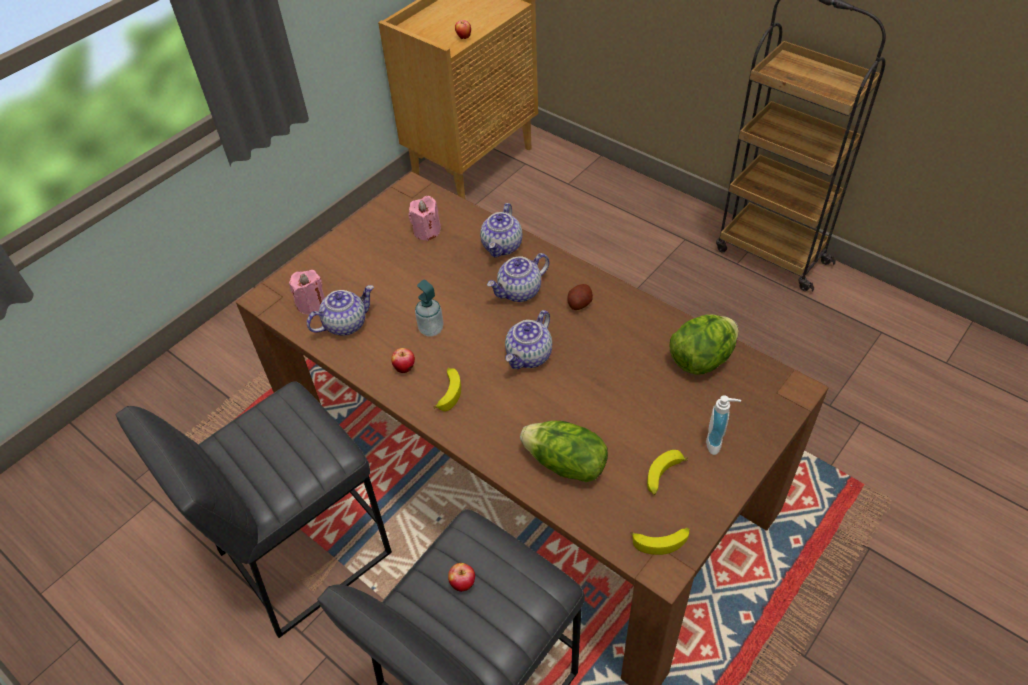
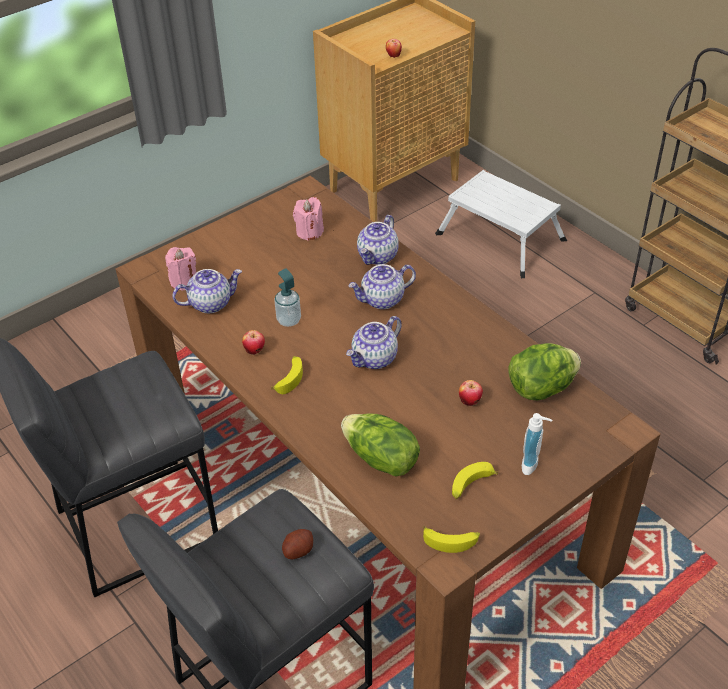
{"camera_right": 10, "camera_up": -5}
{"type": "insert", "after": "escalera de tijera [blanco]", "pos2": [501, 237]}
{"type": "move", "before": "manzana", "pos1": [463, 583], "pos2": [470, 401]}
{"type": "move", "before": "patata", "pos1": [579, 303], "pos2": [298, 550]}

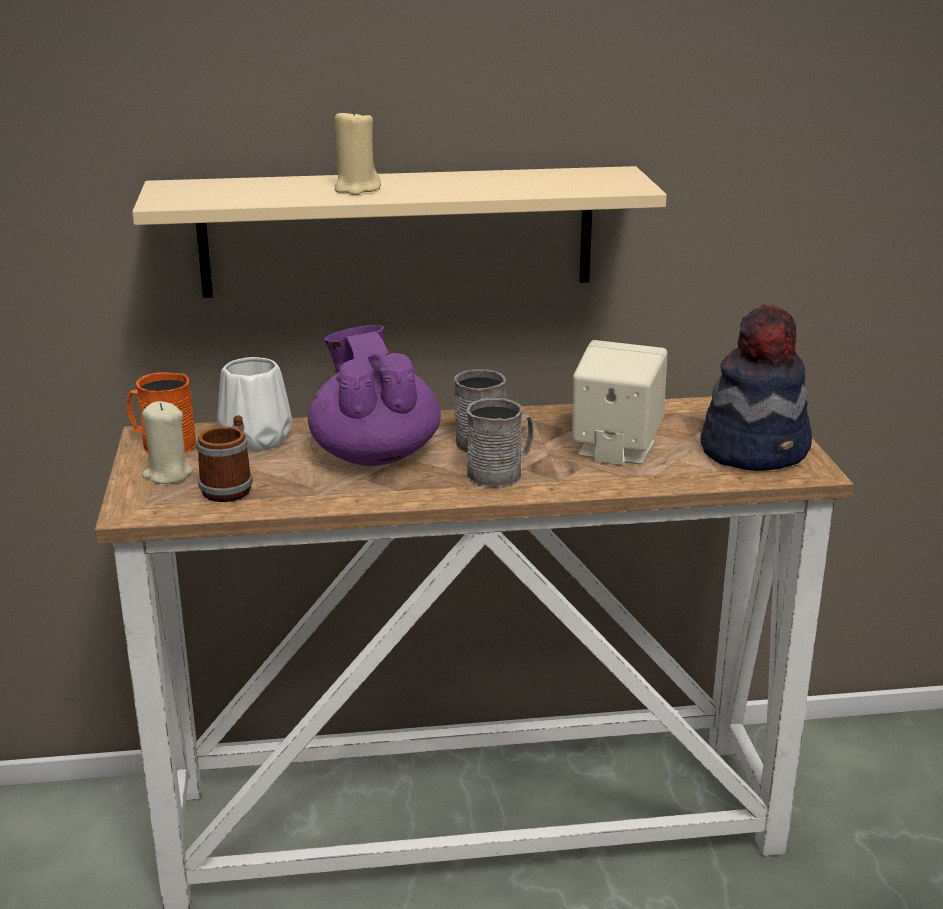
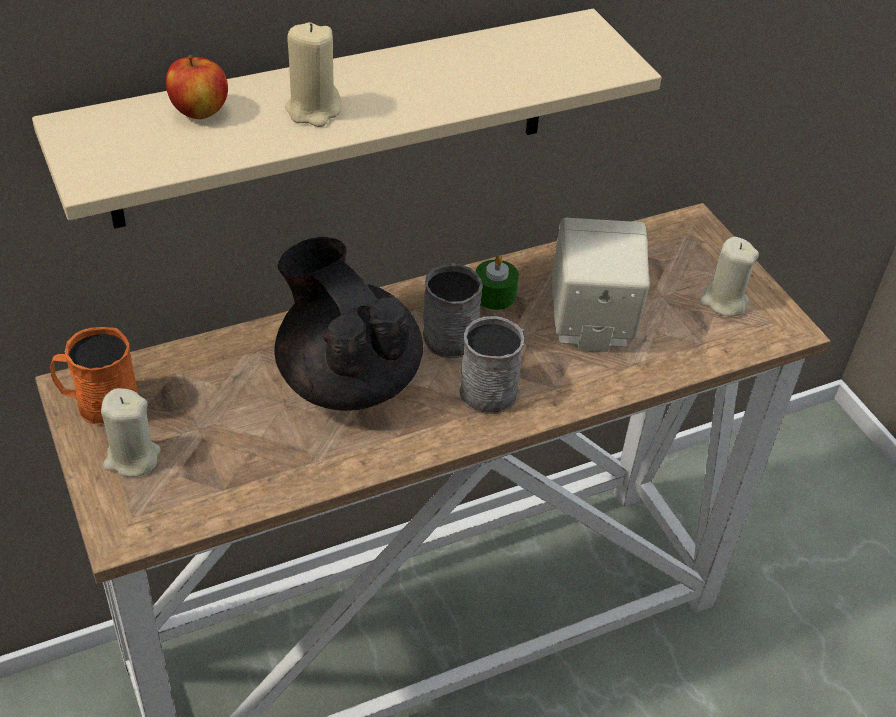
{"camera_right": -20, "camera_up": 20}
{"type": "delete", "before": "taza grande", "pos1": [230, 487]}
{"type": "delete", "before": "florero [blanco]", "pos1": [254, 440]}
{"type": "insert", "after": "manzana", "pos2": [200, 111]}
{"type": "insert", "after": "vela [verde]", "pos2": [494, 295]}
{"type": "replace", "before": "sombrero", "after": "vela [beis]", "pos1": [755, 449], "pos2": [723, 302]}
{"type": "recolor", "before": "tetera [morado]", "after": "tetera [negro]", "pos1": [374, 454], "pos2": [347, 378]}

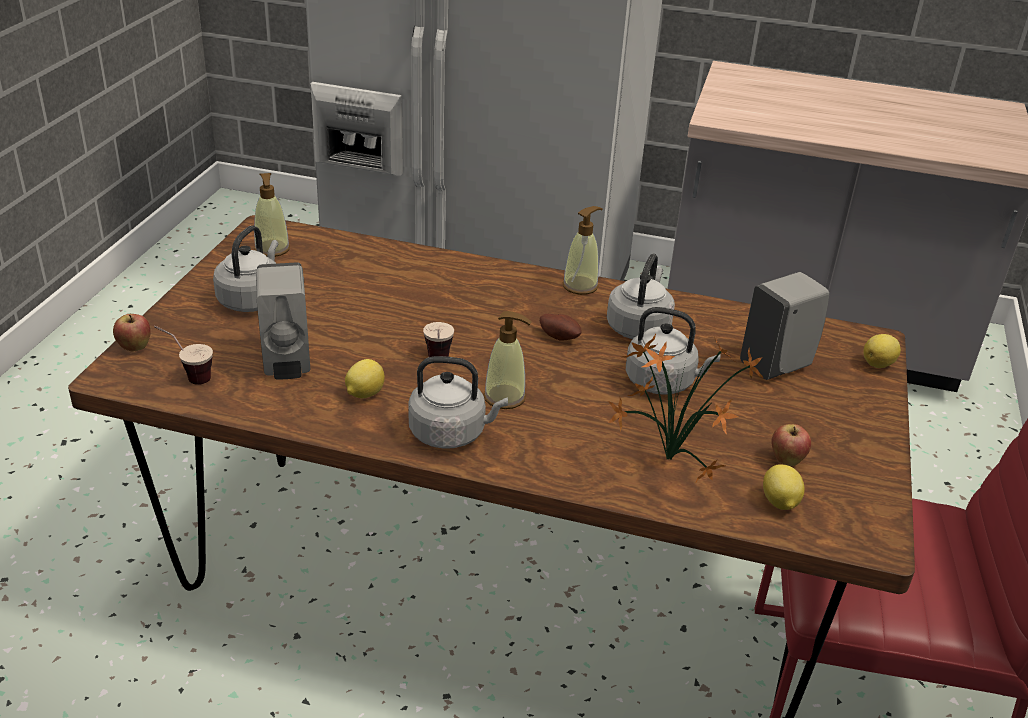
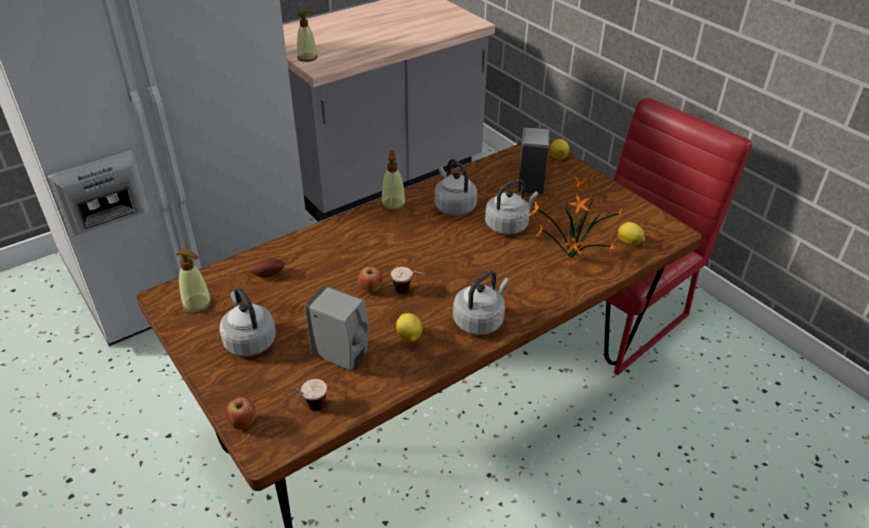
{"camera_right": -50, "camera_up": 5}
{"type": "move", "before": "dispensador de jabón", "pos1": [505, 397], "pos2": [307, 58]}
{"type": "move", "before": "patata", "pos1": [560, 336], "pos2": [268, 274]}
{"type": "move", "before": "manzana", "pos1": [786, 461], "pos2": [371, 289]}

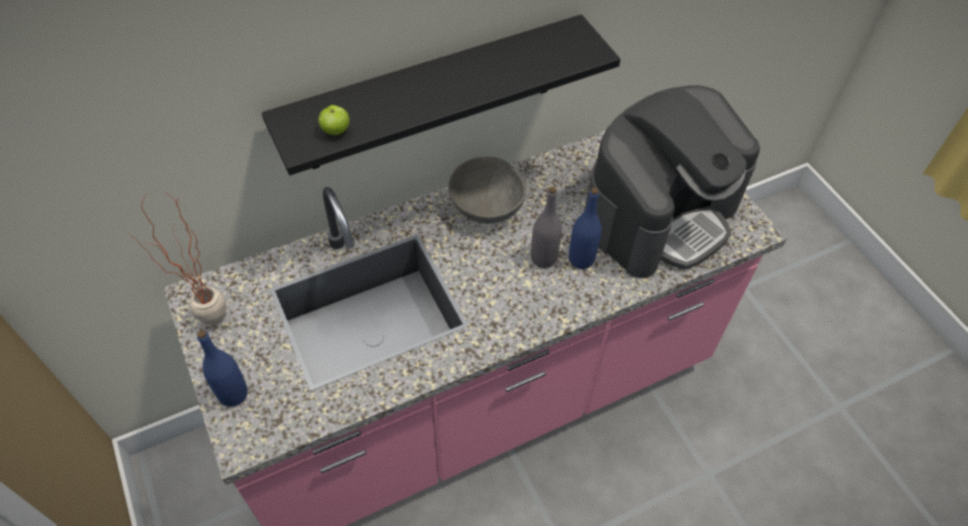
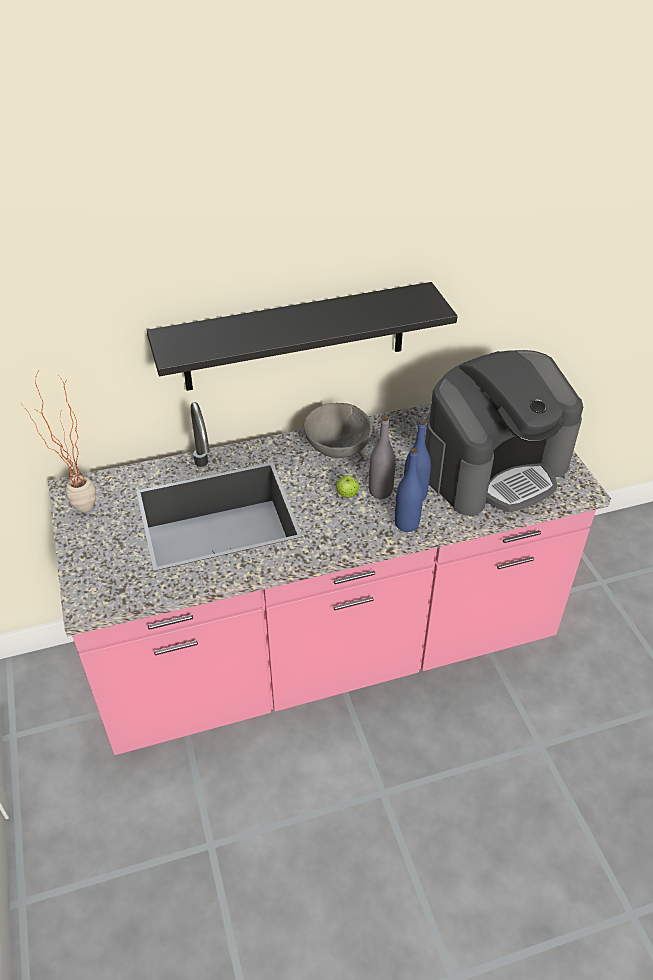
{"camera_right": 10, "camera_up": -10}
{"type": "move", "before": "botella [azul]", "pos1": [233, 394], "pos2": [406, 524]}
{"type": "move", "before": "manzana", "pos1": [336, 131], "pos2": [347, 495]}

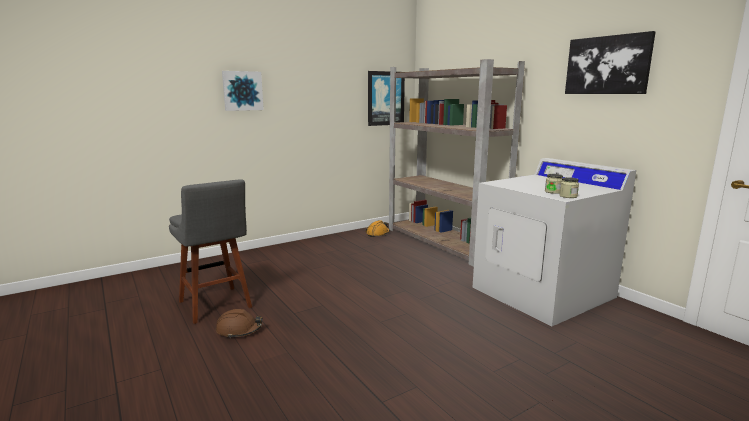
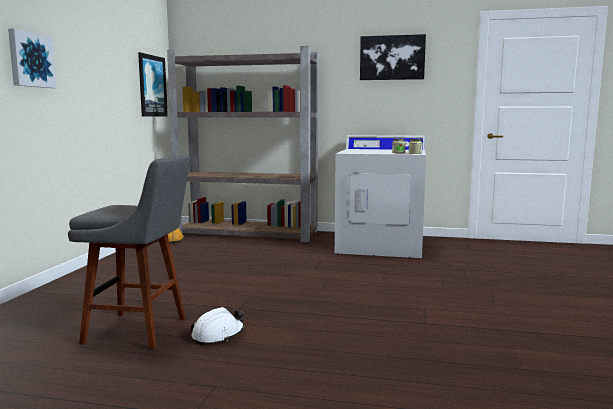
{"camera_right": -45, "camera_up": -5}
{"type": "recolor", "before": "casco [marrón]", "after": "casco [blanco]", "pos1": [239, 330], "pos2": [218, 335]}

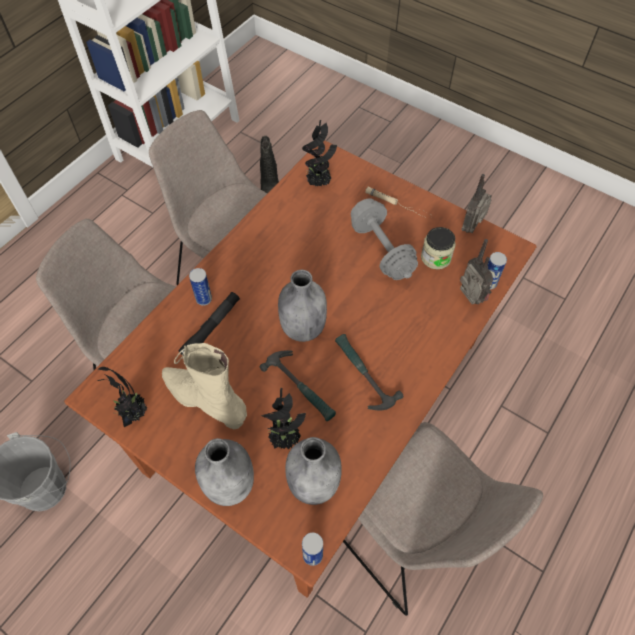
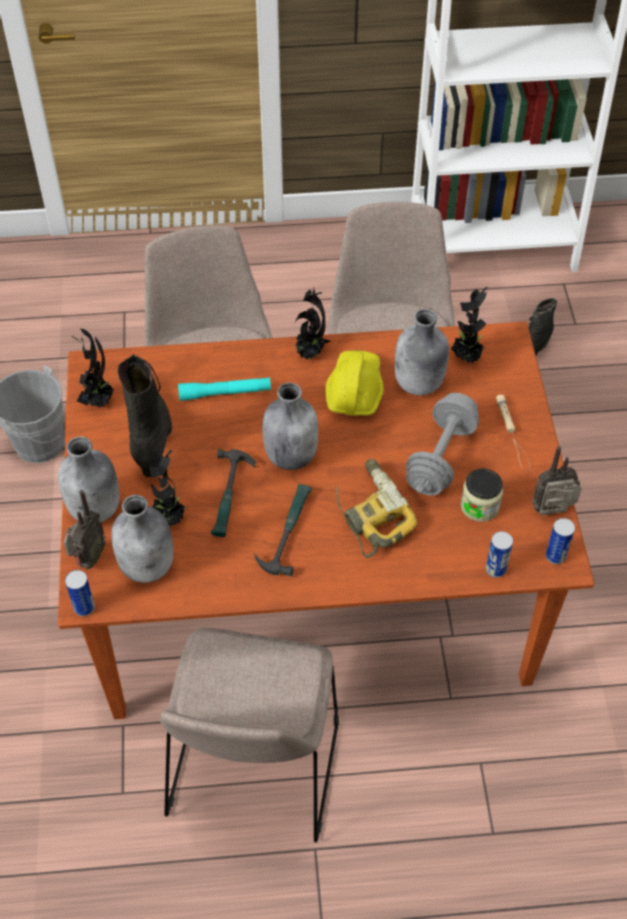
{"camera_right": 50, "camera_up": -5}
{"type": "insert", "after": "planta en maceta", "pos2": [310, 353]}
{"type": "insert", "after": "casco [amarillo]", "pos2": [354, 389]}
{"type": "insert", "after": "taladro", "pos2": [370, 513]}
{"type": "insert", "after": "botella [gris]", "pos2": [419, 384]}
{"type": "move", "before": "lata", "pos1": [204, 299], "pos2": [555, 556]}
{"type": "move", "before": "radio", "pos1": [468, 299], "pos2": [88, 559]}
{"type": "recolor", "before": "bota [beis]", "after": "bota [negro]", "pos1": [205, 401], "pos2": [153, 439]}
{"type": "recolor", "before": "linterna [negro]", "after": "linterna [turquesa]", "pos1": [211, 328], "pos2": [225, 393]}

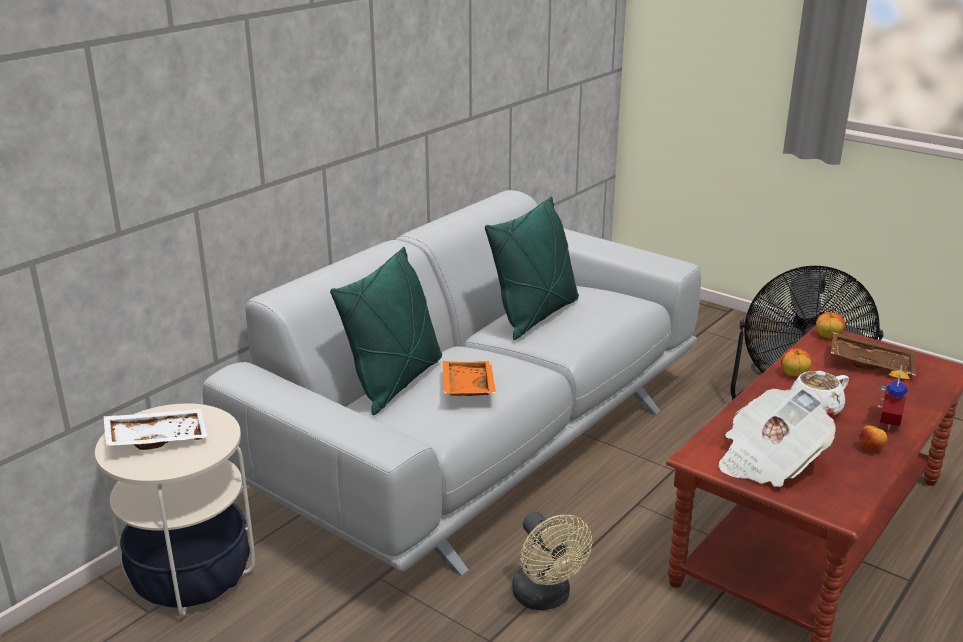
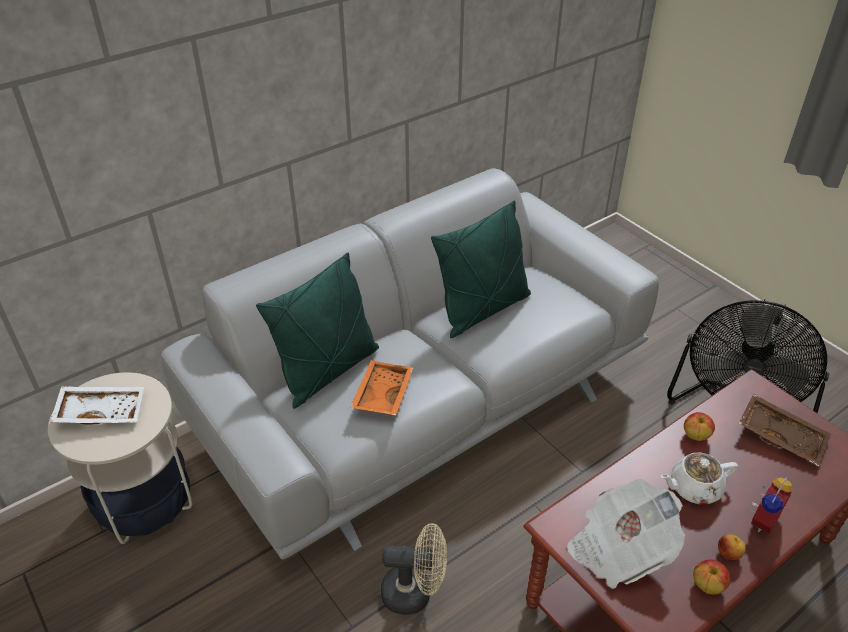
{"camera_right": 15, "camera_up": 15}
{"type": "move", "before": "manzana", "pos1": [828, 336], "pos2": [707, 585]}
{"type": "rotate", "before": "ventilador [beis]", "pos1": [546, 598], "pos2": [415, 592], "turn": -75}

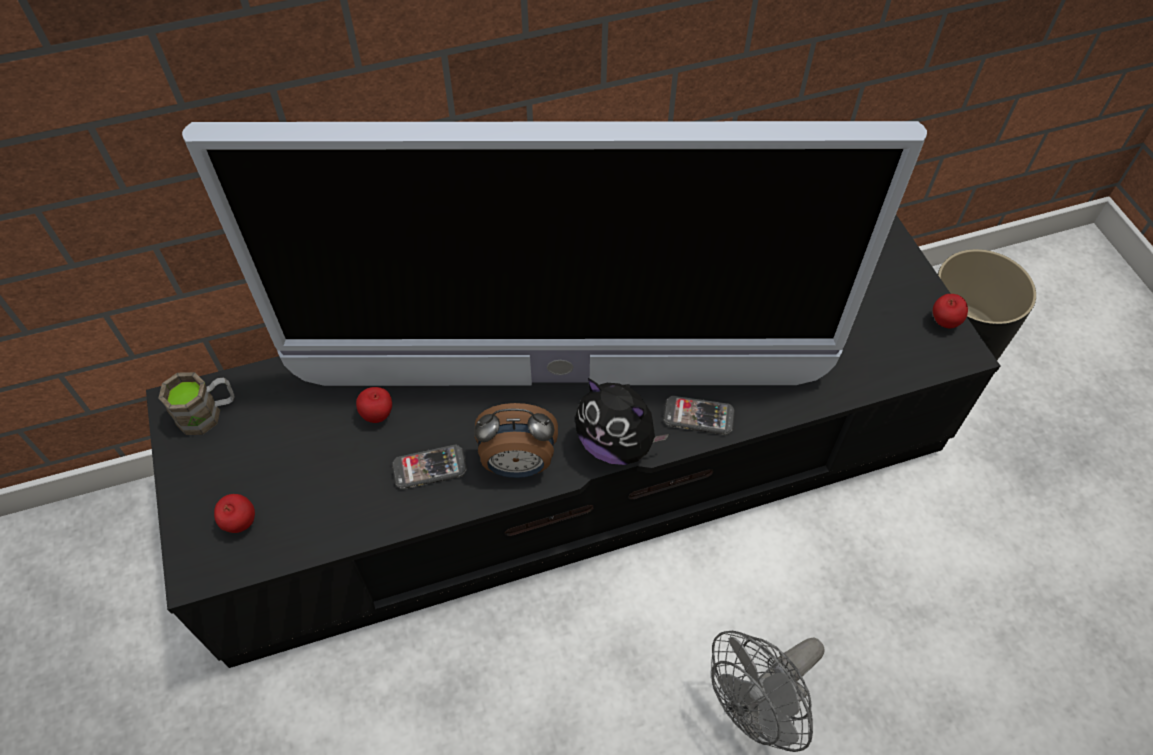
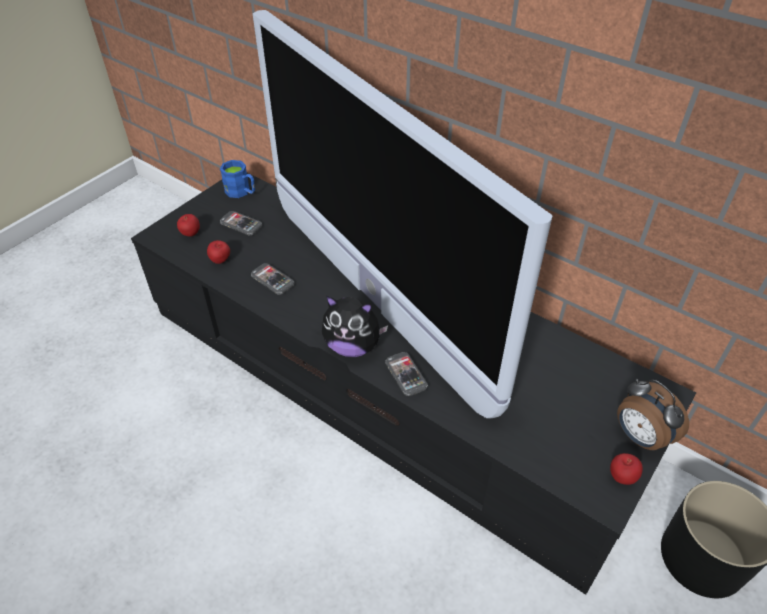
{"camera_right": 55, "camera_up": -10}
{"type": "delete", "before": "ventilador [gris]", "pos1": [756, 711]}
{"type": "insert", "after": "móvil", "pos2": [241, 224]}
{"type": "move", "before": "manzana", "pos1": [378, 415], "pos2": [221, 261]}
{"type": "move", "before": "despertador", "pos1": [518, 464], "pos2": [639, 437]}
{"type": "recolor", "before": "taza grande [marrón]", "after": "taza grande [azul]", "pos1": [208, 413], "pos2": [241, 192]}
{"type": "rotate", "before": "peluche", "pos1": [616, 443], "pos2": [352, 346], "turn": -75}

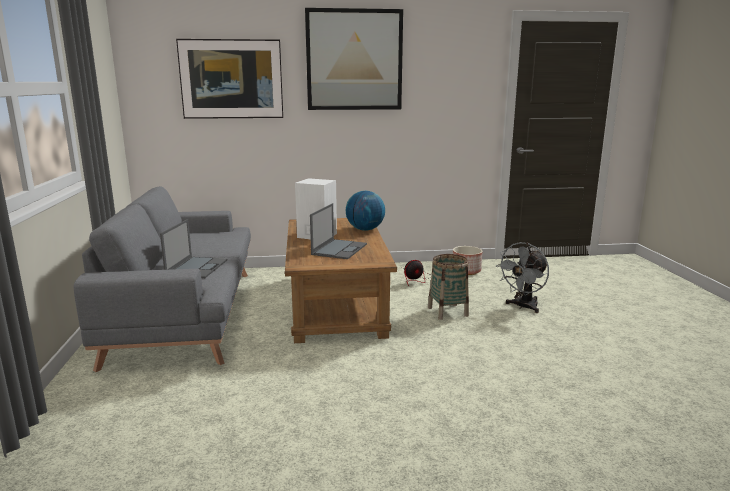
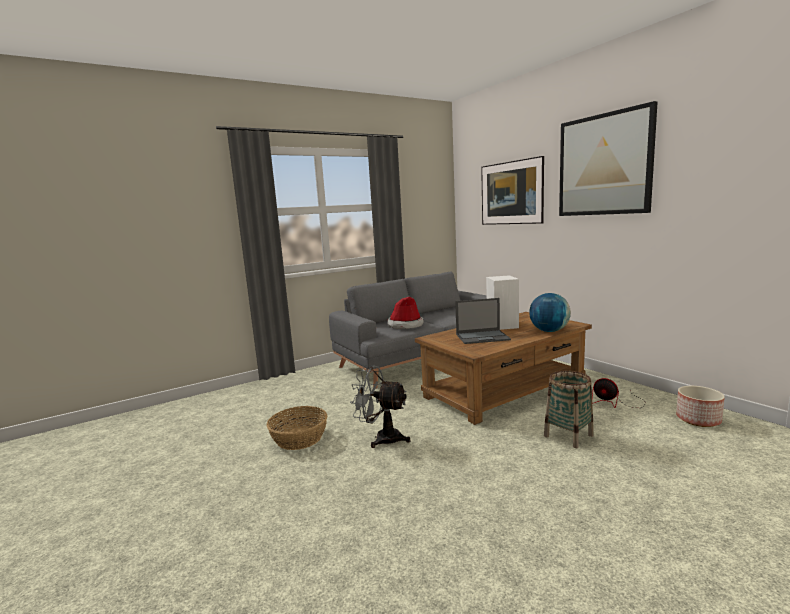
{"camera_right": 65, "camera_up": -5}
{"type": "insert", "after": "cesta", "pos2": [300, 438]}
{"type": "move", "before": "ventilador [gris]", "pos1": [523, 307], "pos2": [382, 438]}
{"type": "replace", "before": "portátil", "after": "sombrero", "pos1": [197, 267], "pos2": [405, 325]}

